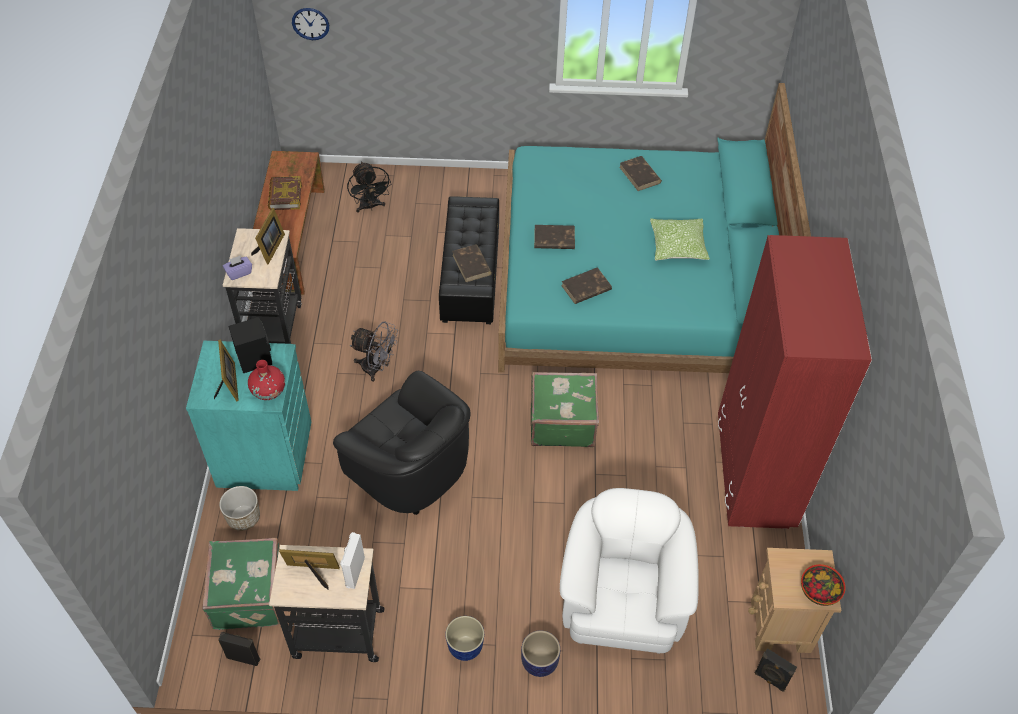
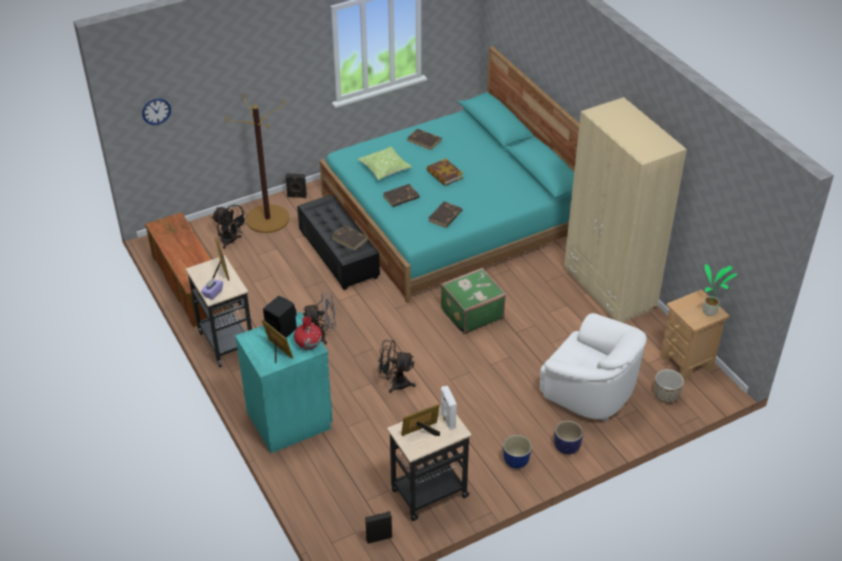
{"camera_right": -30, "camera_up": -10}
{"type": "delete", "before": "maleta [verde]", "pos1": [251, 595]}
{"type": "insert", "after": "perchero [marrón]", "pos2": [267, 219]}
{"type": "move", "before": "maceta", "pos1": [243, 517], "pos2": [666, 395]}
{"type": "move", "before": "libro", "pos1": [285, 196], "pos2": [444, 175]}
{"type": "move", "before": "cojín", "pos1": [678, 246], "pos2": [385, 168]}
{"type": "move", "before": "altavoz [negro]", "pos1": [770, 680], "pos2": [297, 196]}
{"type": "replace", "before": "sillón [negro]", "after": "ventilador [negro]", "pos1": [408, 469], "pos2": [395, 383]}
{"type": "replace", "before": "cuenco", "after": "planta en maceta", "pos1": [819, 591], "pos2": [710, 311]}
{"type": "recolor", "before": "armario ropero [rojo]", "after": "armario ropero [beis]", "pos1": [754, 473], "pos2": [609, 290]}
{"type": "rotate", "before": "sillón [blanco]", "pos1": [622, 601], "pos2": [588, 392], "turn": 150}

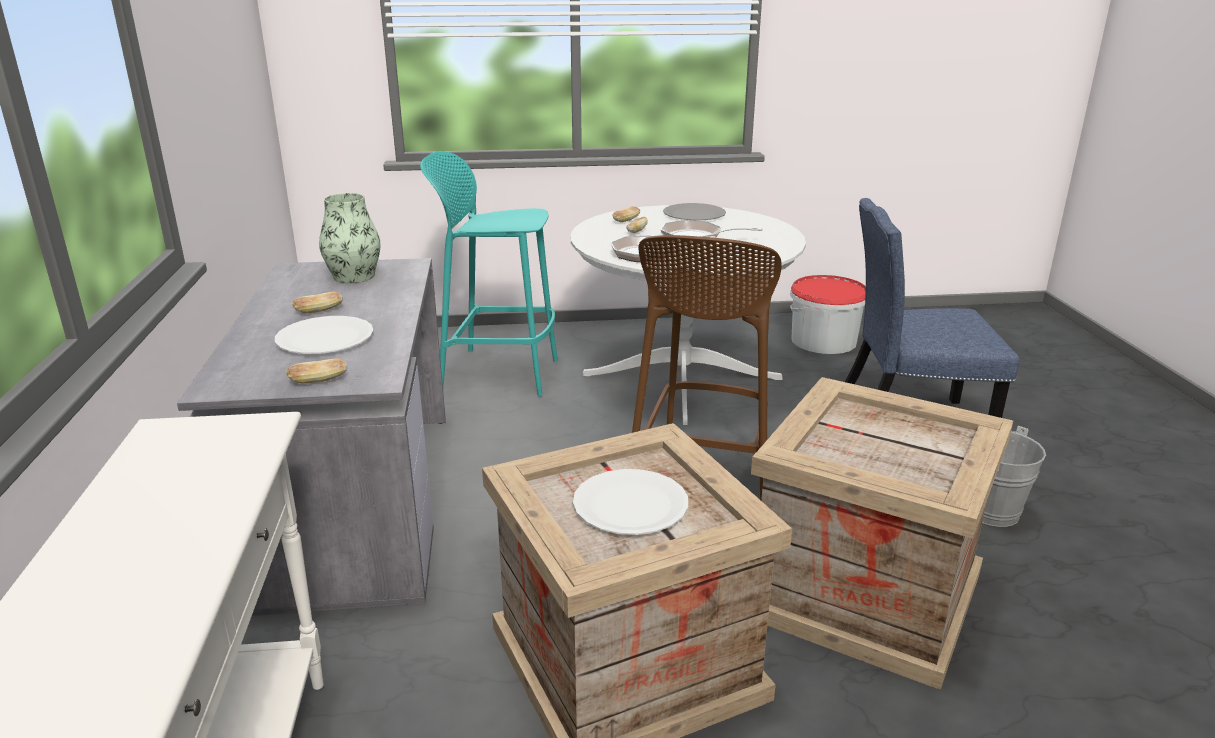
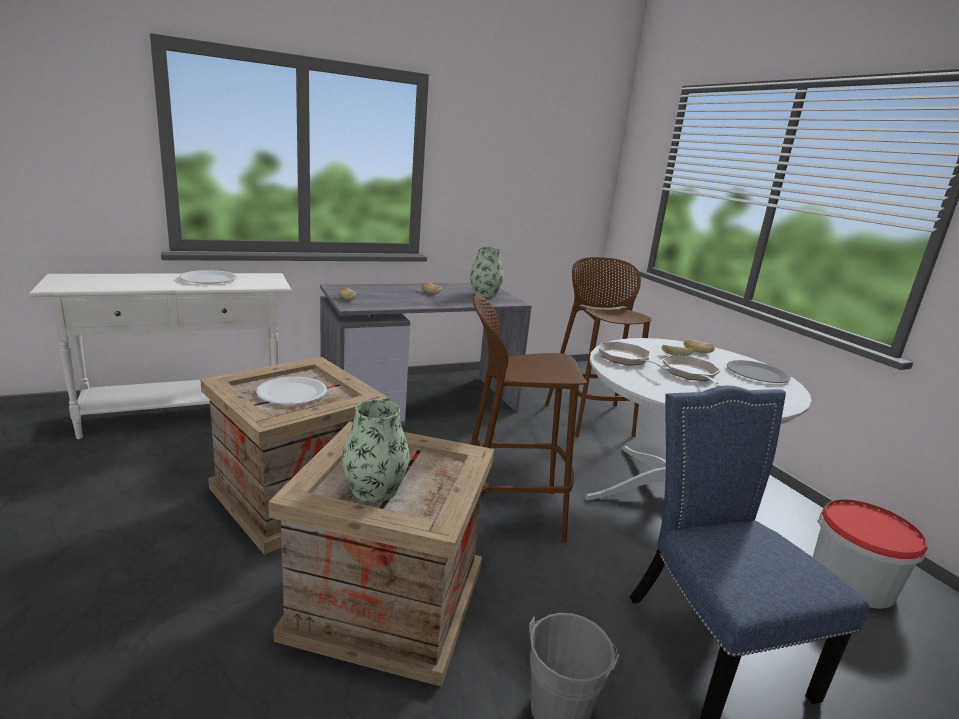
{"camera_right": 70, "camera_up": -5}
{"type": "insert", "after": "florero", "pos2": [374, 489]}
{"type": "move", "before": "plato [blanco]", "pos1": [325, 338], "pos2": [208, 279]}
{"type": "recolor", "before": "taburete [turquesa]", "after": "taburete [marrón]", "pos1": [497, 374], "pos2": [591, 419]}

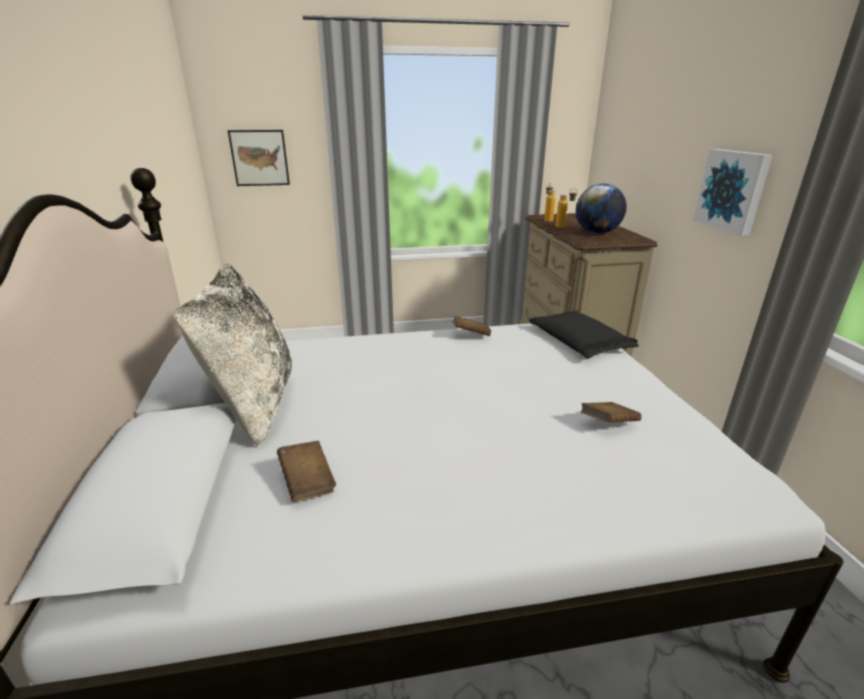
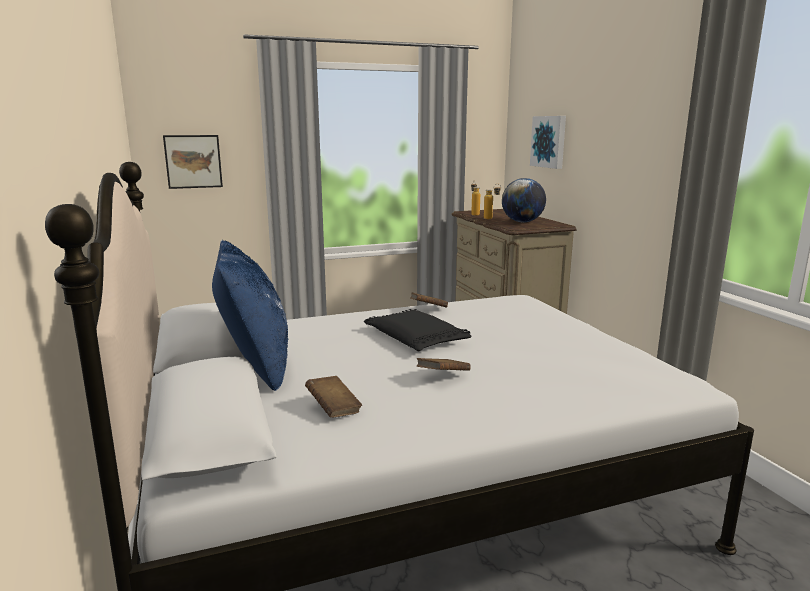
{"camera_right": -10, "camera_up": -10}
{"type": "move", "before": "cojín [negro]", "pos1": [579, 339], "pos2": [415, 336]}
{"type": "move", "before": "libro [marrón]", "pos1": [608, 424], "pos2": [443, 376]}
{"type": "move", "before": "cuadro", "pos1": [733, 190], "pos2": [549, 141]}
{"type": "recolor", "before": "cojín [beis]", "after": "cojín [azul]", "pos1": [256, 407], "pos2": [256, 368]}

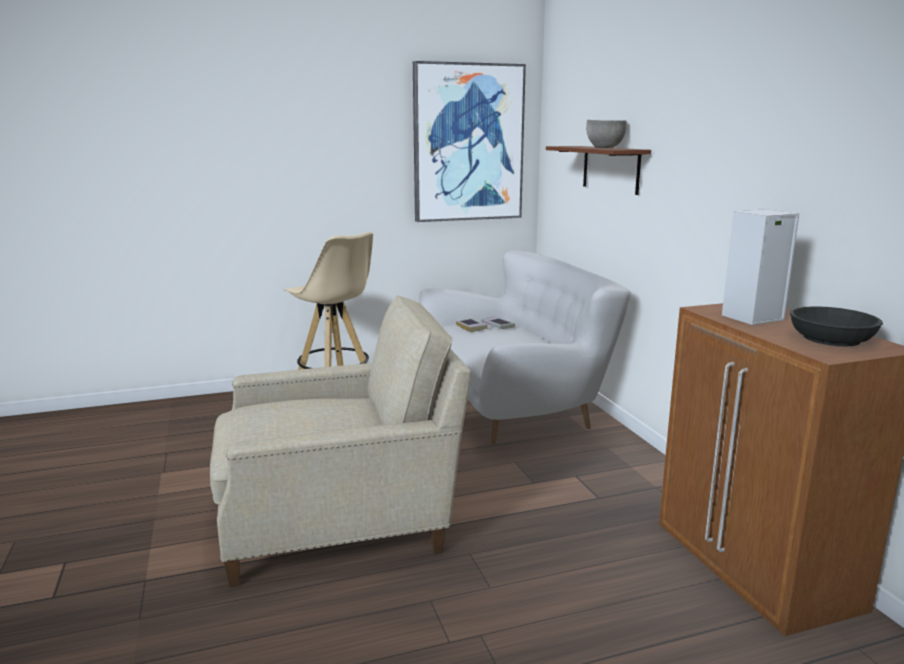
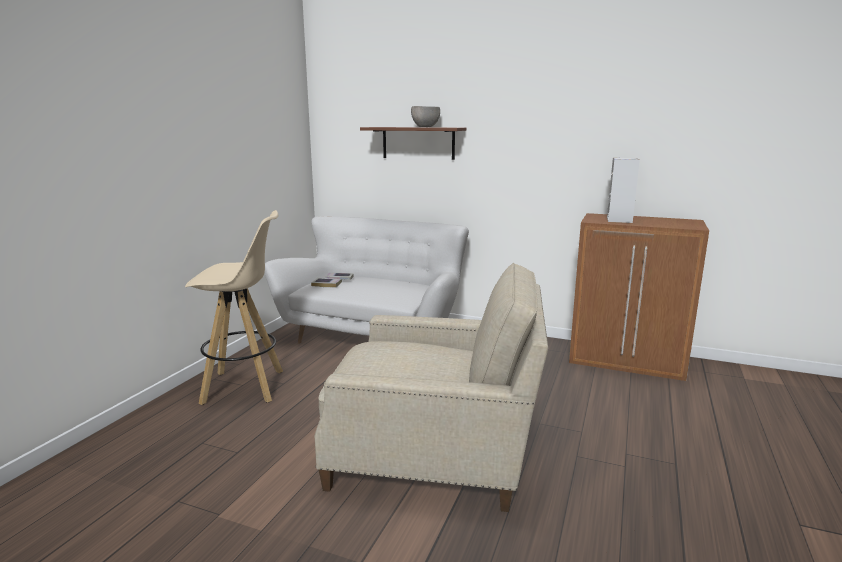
{"camera_right": -50, "camera_up": 0}
{"type": "delete", "before": "cuadro", "pos1": [468, 143]}
{"type": "delete", "before": "cuenco [negro]", "pos1": [831, 338]}
{"type": "rotate", "before": "sillón [beis]", "pos1": [338, 516], "pos2": [434, 451], "turn": 75}

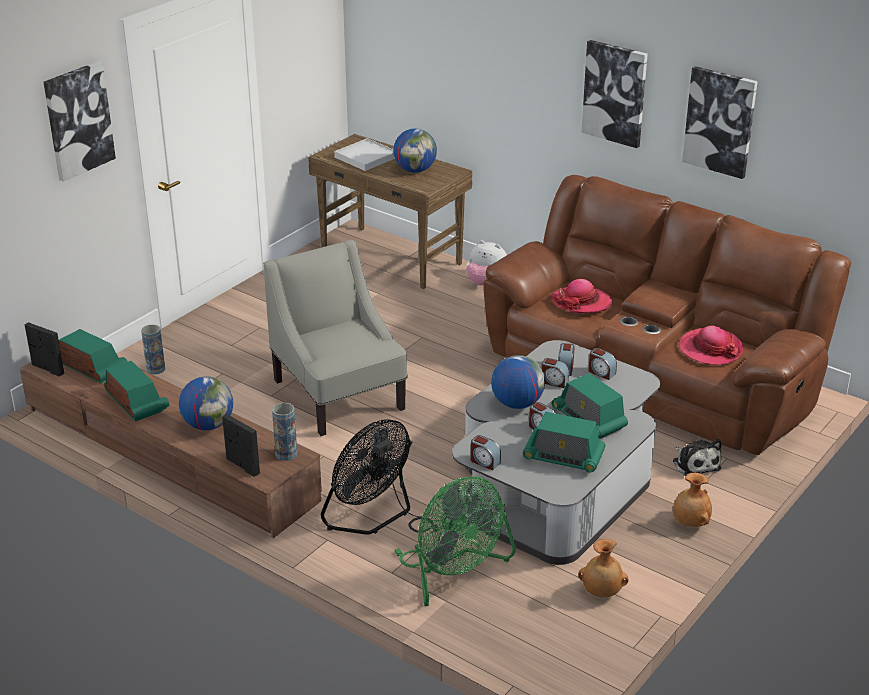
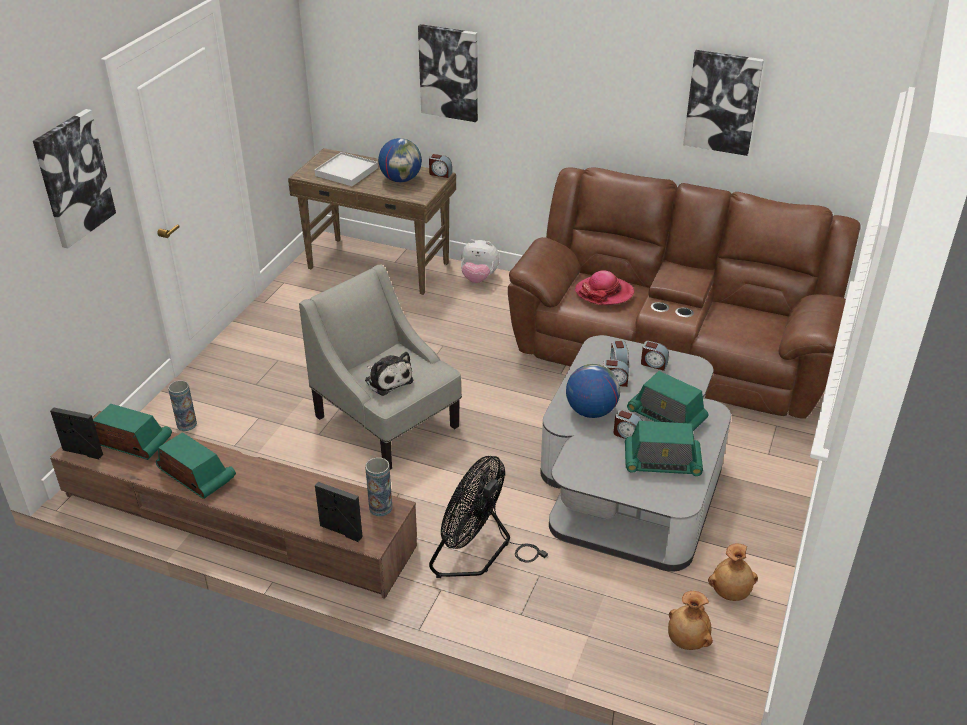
{"camera_right": -15, "camera_up": 5}
{"type": "delete", "before": "globo terráqueo", "pos1": [208, 425]}
{"type": "delete", "before": "ventilador [verde]", "pos1": [450, 572]}
{"type": "delete", "before": "sombrero", "pos1": [710, 349]}
{"type": "move", "before": "despertador", "pos1": [484, 462], "pos2": [440, 174]}
{"type": "move", "before": "cuadro", "pos1": [615, 93], "pos2": [449, 72]}
{"type": "move", "before": "peluche", "pos1": [695, 464], "pos2": [388, 380]}
{"type": "move", "before": "florero [marrón]", "pos1": [690, 522], "pos2": [687, 640]}

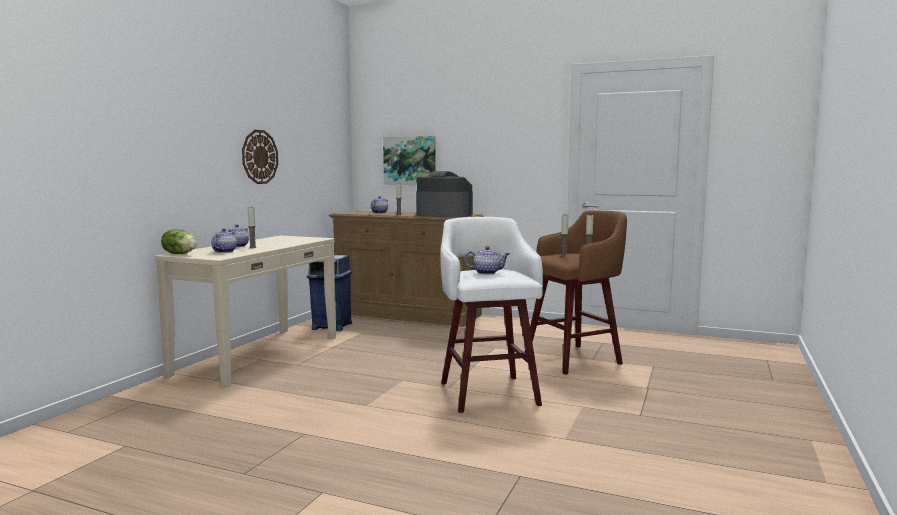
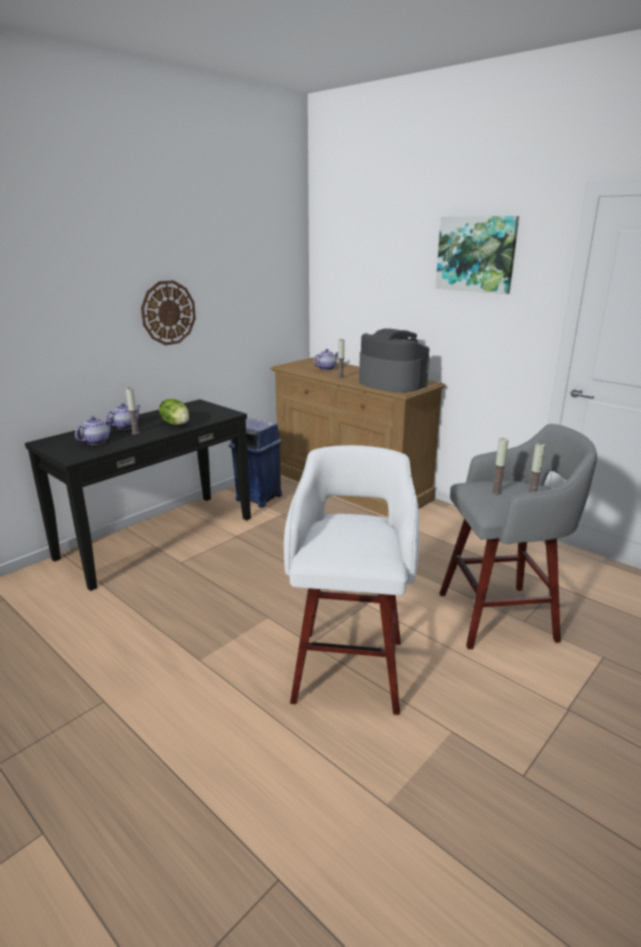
{"camera_right": 20, "camera_up": 15}
{"type": "delete", "before": "tetera", "pos1": [487, 272]}
{"type": "move", "before": "lechuga", "pos1": [180, 254], "pos2": [176, 424]}
{"type": "move", "before": "cuadro", "pos1": [410, 160], "pos2": [476, 254]}
{"type": "recolor", "before": "mesa consola [beis]", "after": "mesa consola [negro]", "pos1": [258, 355], "pos2": [157, 537]}
{"type": "recolor", "before": "taburete [marrón]", "after": "taburete [gris]", "pos1": [575, 359], "pos2": [500, 616]}

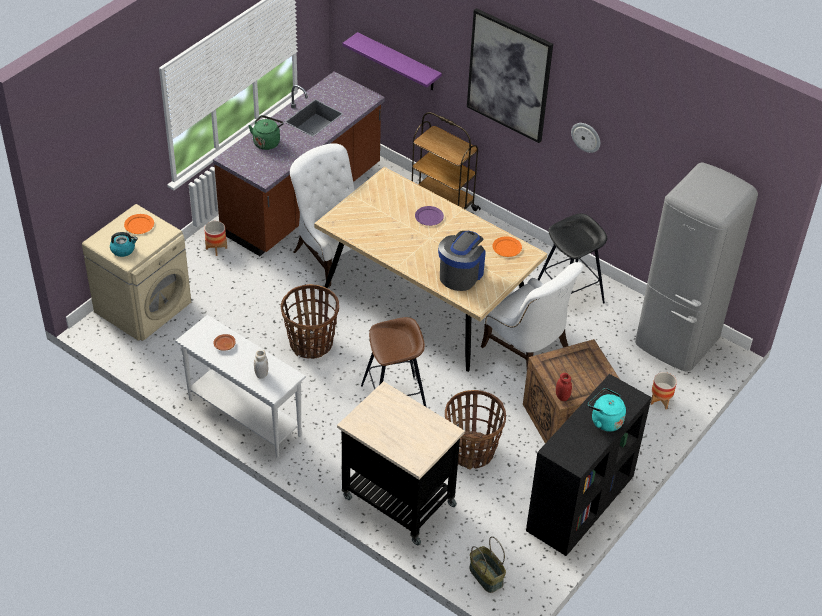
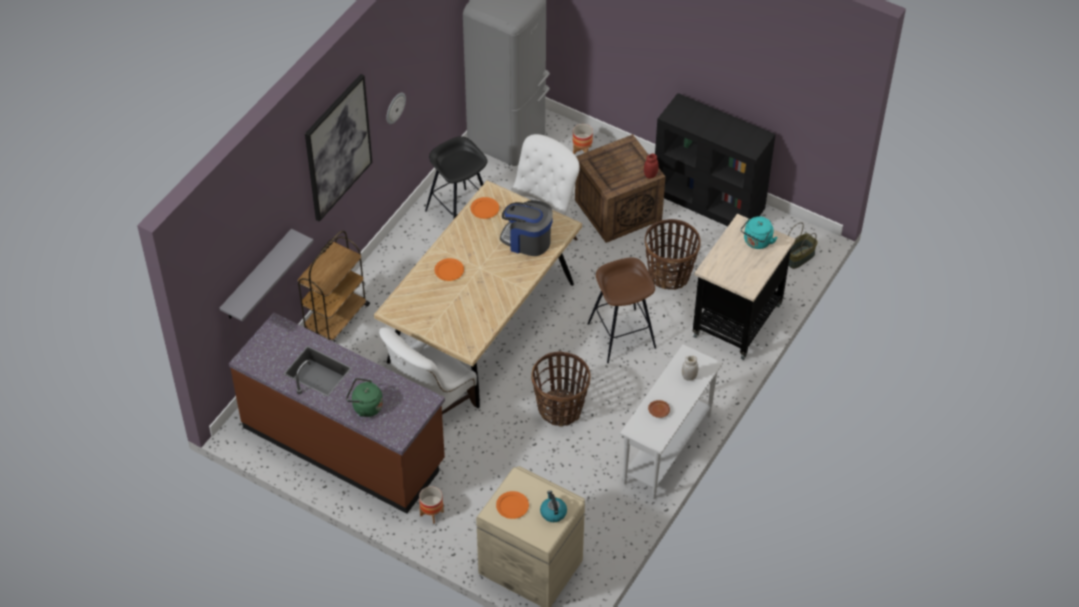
{"camera_right": -95, "camera_up": 5}
{"type": "move", "before": "hervidor [turquesa]", "pos1": [604, 420], "pos2": [757, 242]}
{"type": "recolor", "before": "estante [morado]", "after": "estante [gris]", "pos1": [398, 62], "pos2": [257, 276]}
{"type": "recolor", "before": "plato [morado]", "after": "plato [naranja]", "pos1": [429, 217], "pos2": [449, 270]}

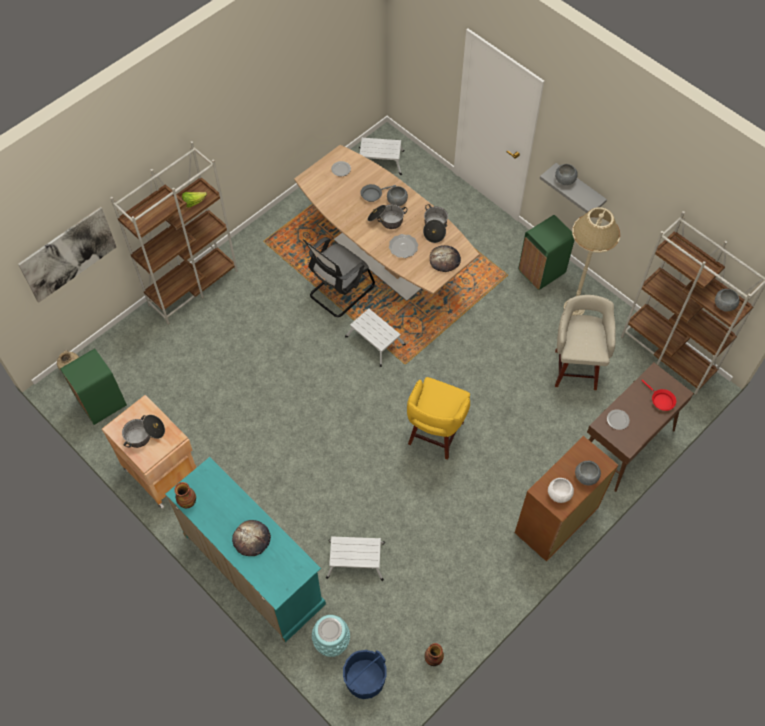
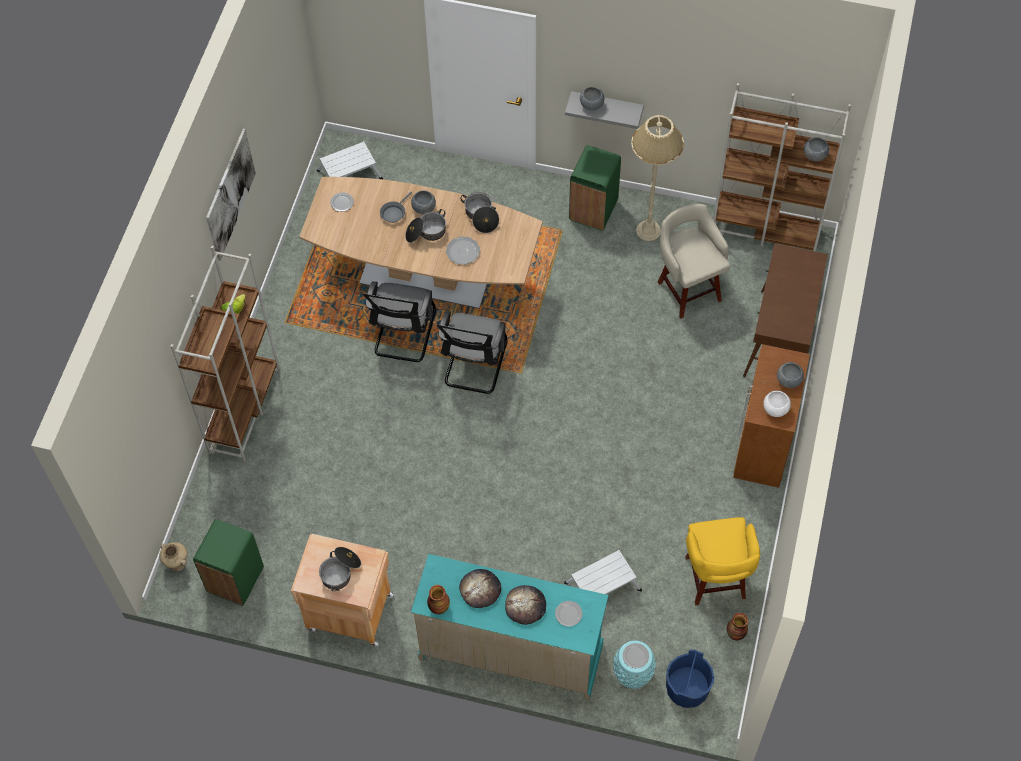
{"camera_right": -30, "camera_up": 0}
{"type": "delete", "before": "sartén [rojo]", "pos1": [660, 400]}
{"type": "move", "before": "cuadro", "pos1": [68, 254], "pos2": [230, 194]}
{"type": "move", "before": "taburete [amarillo]", "pos1": [434, 435], "pos2": [715, 581]}
{"type": "move", "before": "pan", "pos1": [444, 259], "pos2": [480, 589]}
{"type": "move", "before": "plato", "pos1": [617, 420], "pos2": [568, 614]}
{"type": "replace", "before": "escalera de tijera [blanco]", "after": "silla", "pos1": [375, 340], "pos2": [474, 365]}

